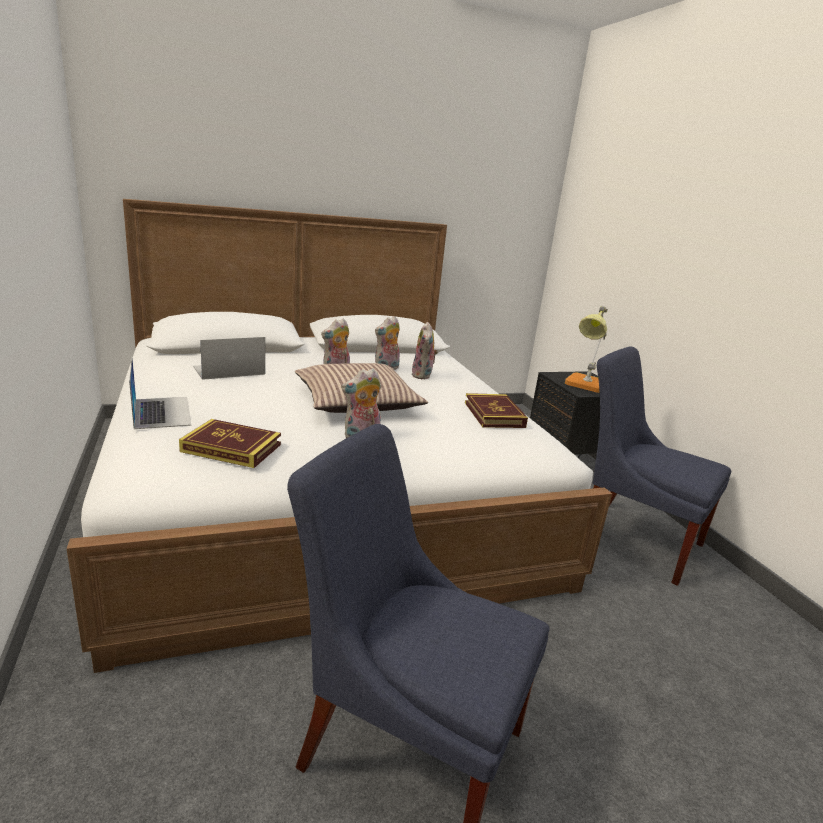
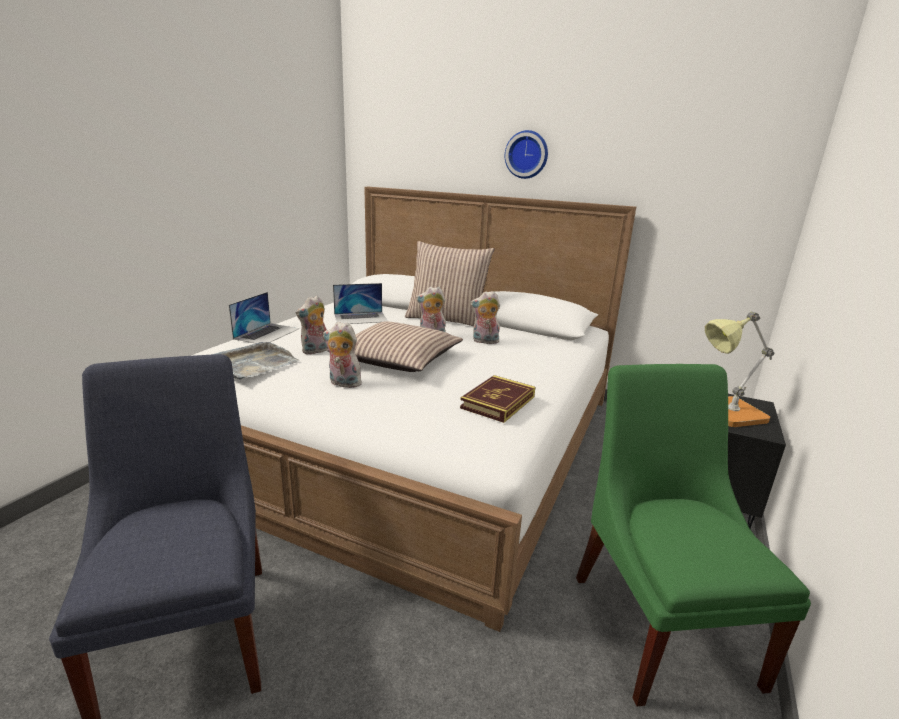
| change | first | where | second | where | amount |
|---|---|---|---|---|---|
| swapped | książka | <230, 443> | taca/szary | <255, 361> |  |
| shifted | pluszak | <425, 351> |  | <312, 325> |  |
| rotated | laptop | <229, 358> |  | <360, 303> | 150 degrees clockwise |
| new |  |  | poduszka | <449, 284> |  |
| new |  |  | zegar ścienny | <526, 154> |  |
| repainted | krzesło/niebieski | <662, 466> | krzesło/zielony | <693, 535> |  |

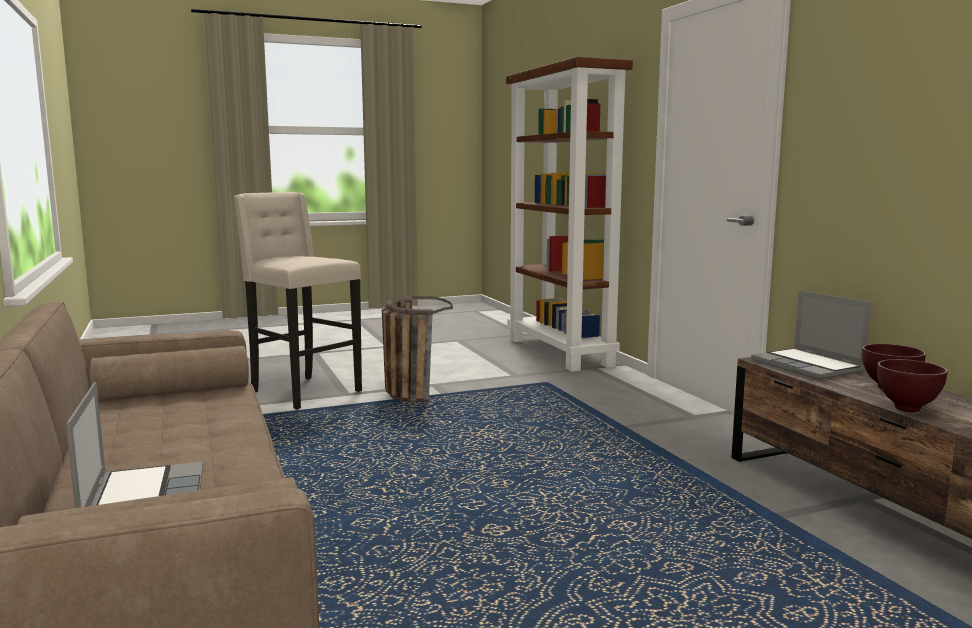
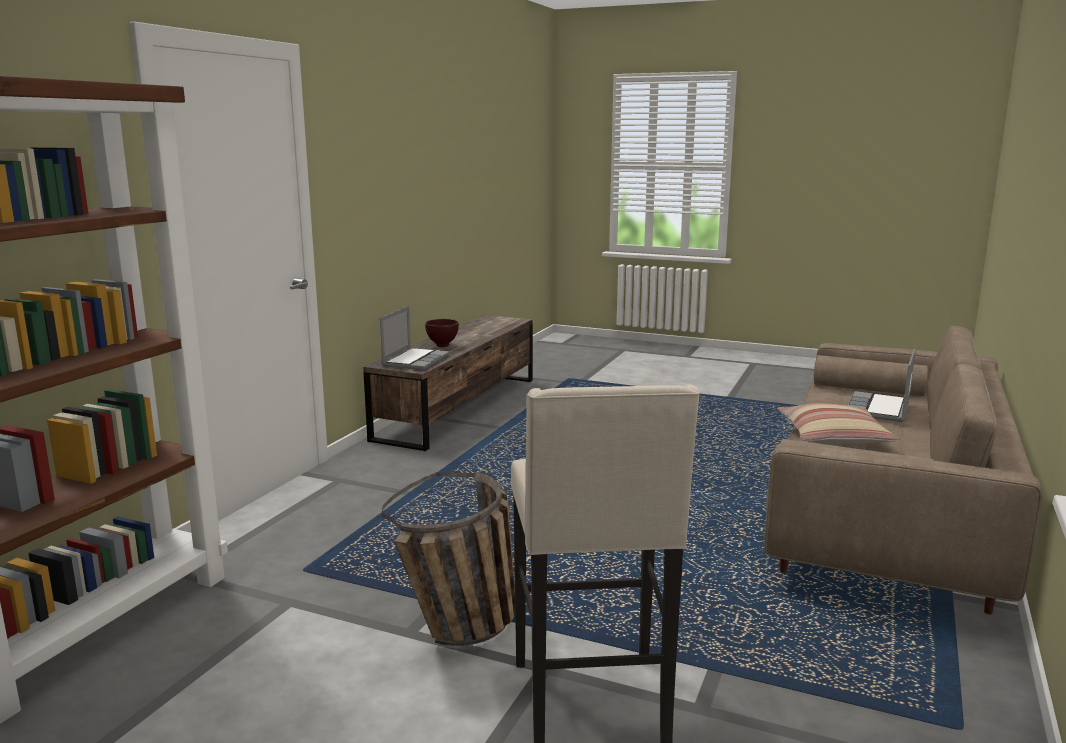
| change | first | where | second | where | amount |
|---|---|---|---|---|---|
| new |  |  | poduszka | <838, 424> |  |
| gone | miska/brązowy | <912, 385> |  |  |  |

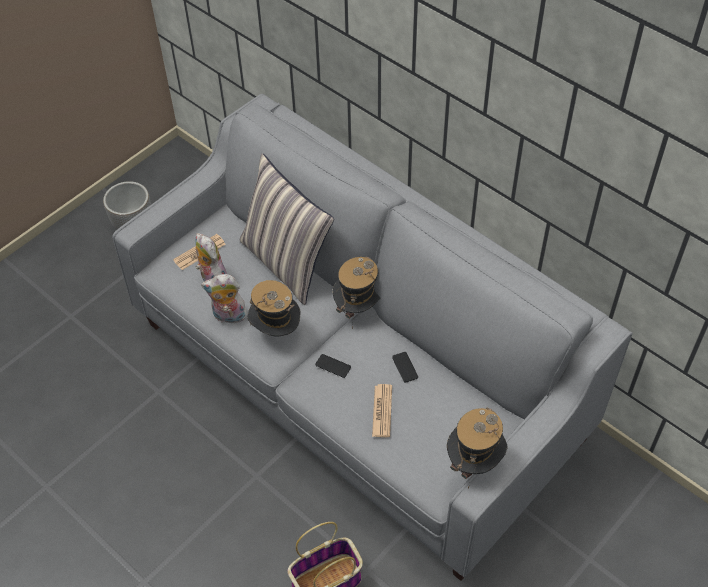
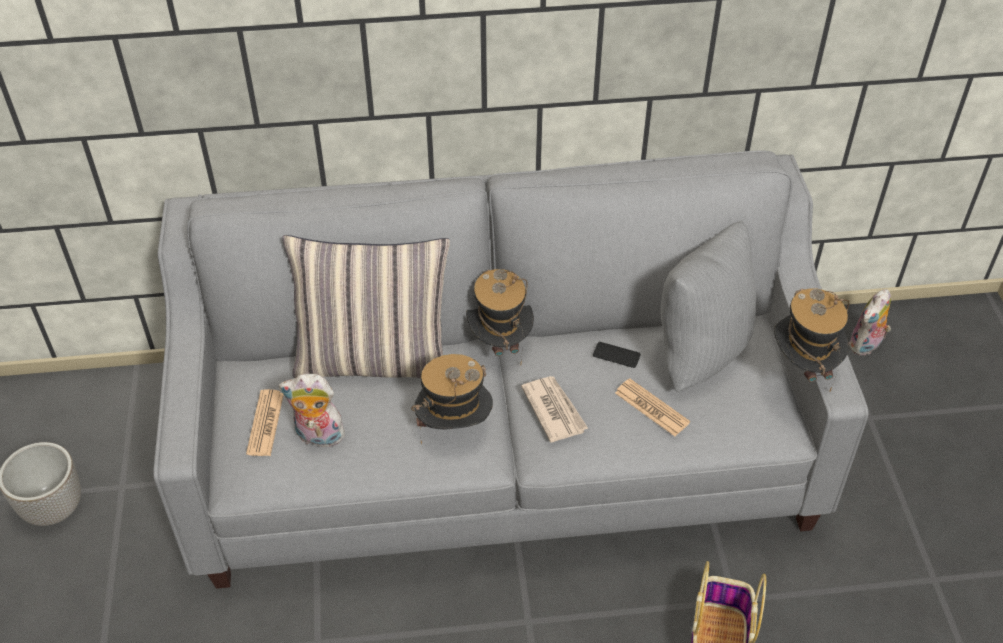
| change | first | where | second | where | amount |
|---|---|---|---|---|---|
| swapped | telefon | <333, 366> | gazeta | <554, 409> |  |
| new |  |  | poduszka/szary | <708, 306> |  |
| shifted | pluszak | <225, 298> |  | <870, 322> |  |

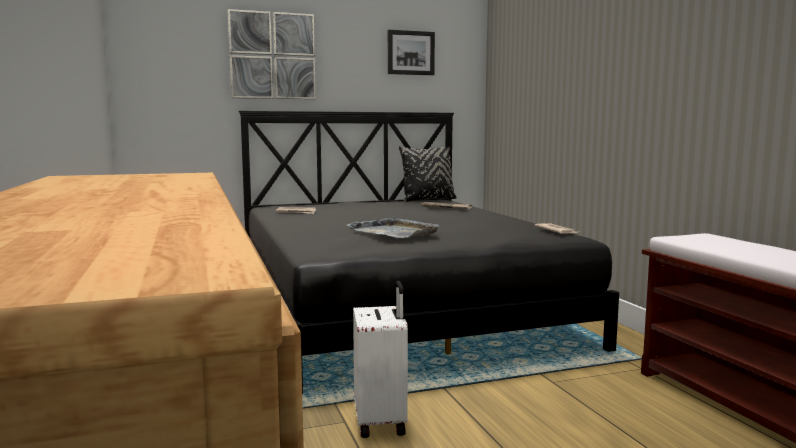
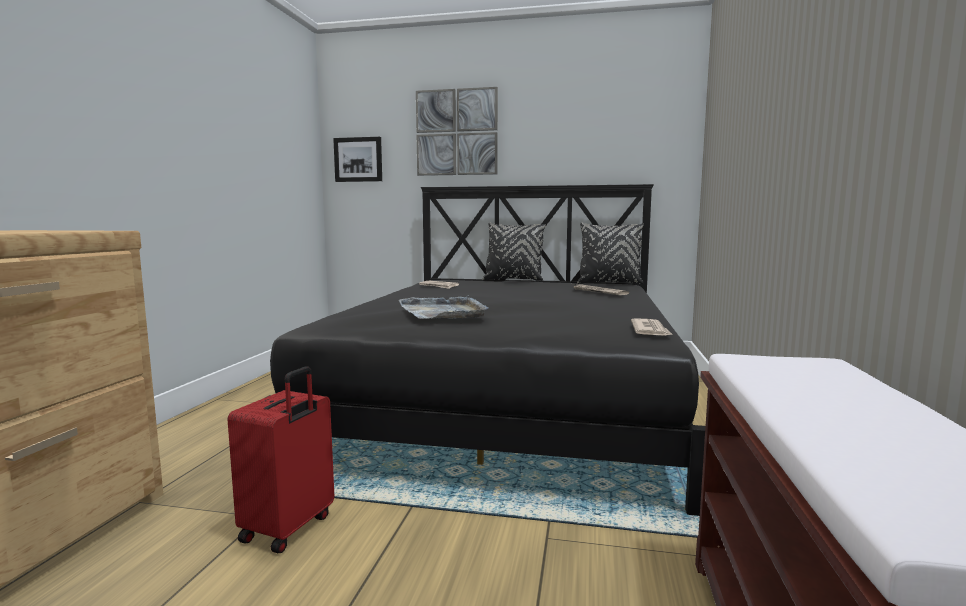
| change | first | where | second | where | amount |
|---|---|---|---|---|---|
| repainted | walizka/biały | <380, 359> | walizka/czerwony | <280, 459> |  |
| shifted | obraz | <411, 52> |  | <357, 159> |  |
| new |  |  | poduszka/czarny | <514, 251> |  |

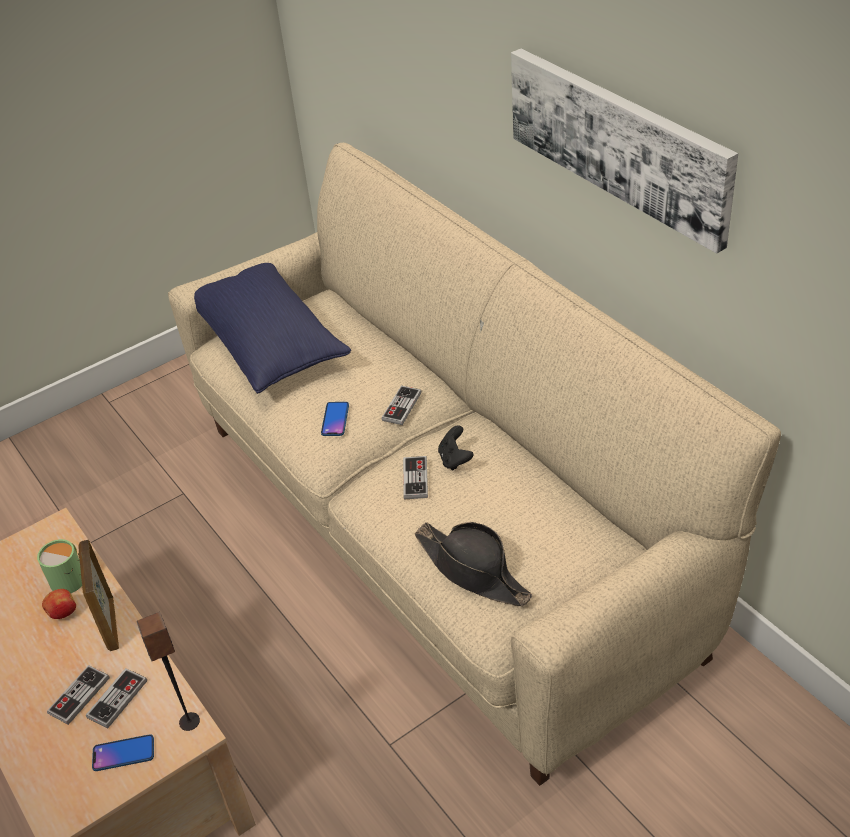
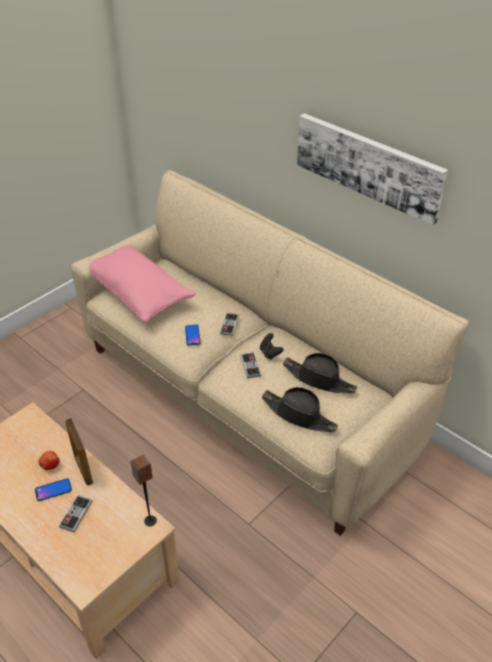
| change | first | where | second | where | amount |
|---|---|---|---|---|---|
| shifted | telefon | <123, 752> |  | <53, 489> |  |
| repainted | poduszka/niebieski | <272, 328> | poduszka/różowy | <142, 283> |  |
| new |  |  | kapelusz/czarny | <320, 373> |  |
| gone | kubek/zielony | <59, 566> |  |  |  |
| gone | pad do gier | <116, 698> |  |  |  |

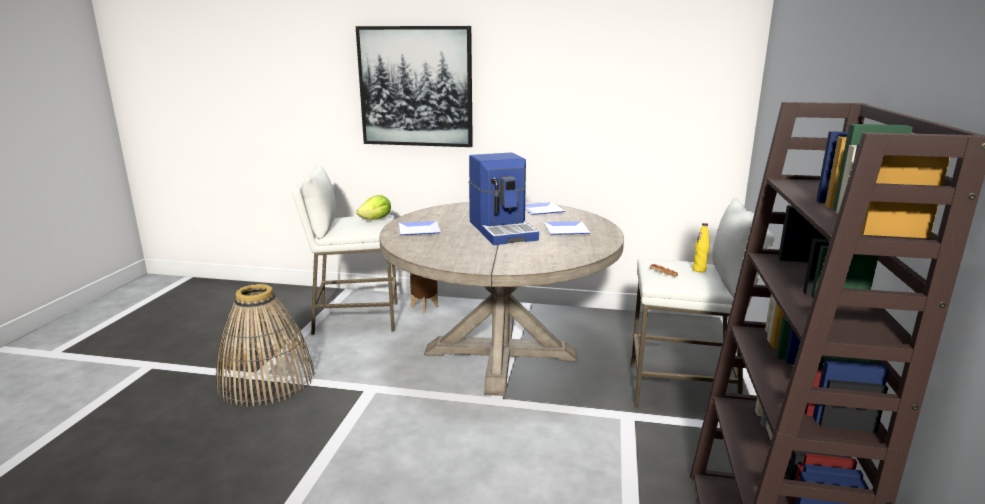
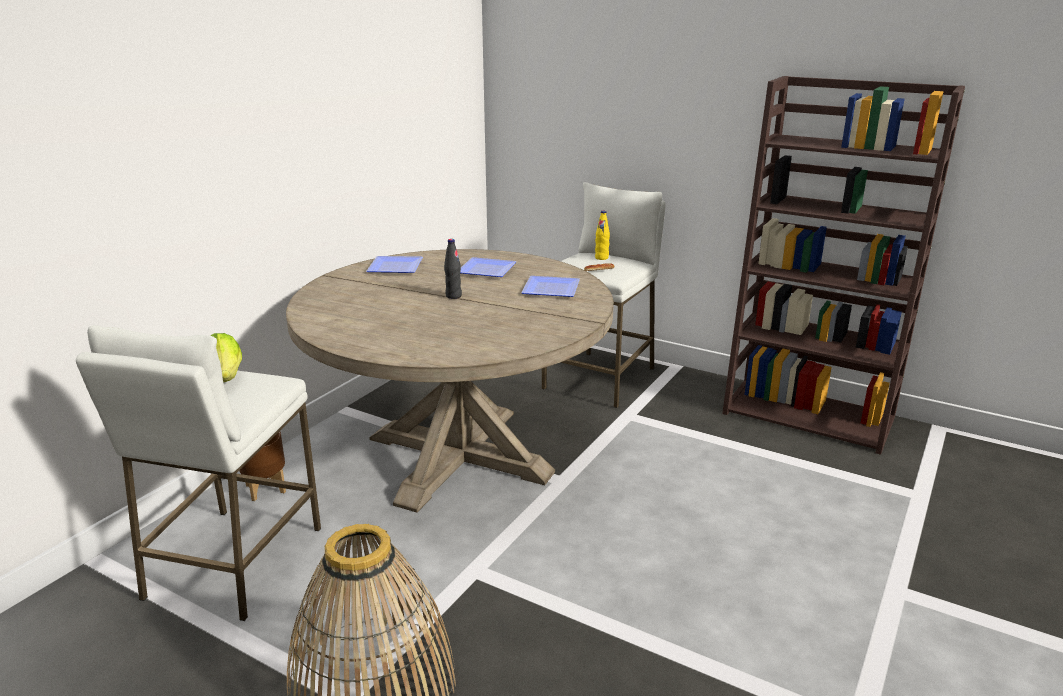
| change | first | where | second | where | amount |
|---|---|---|---|---|---|
| swapped | ekspres do kawy | <504, 198> | butelka/czarny | <453, 269> |  |
| shifted | talerz | <419, 228> |  | <550, 286> |  |
| gone | obraz | <414, 86> |  |  |  |

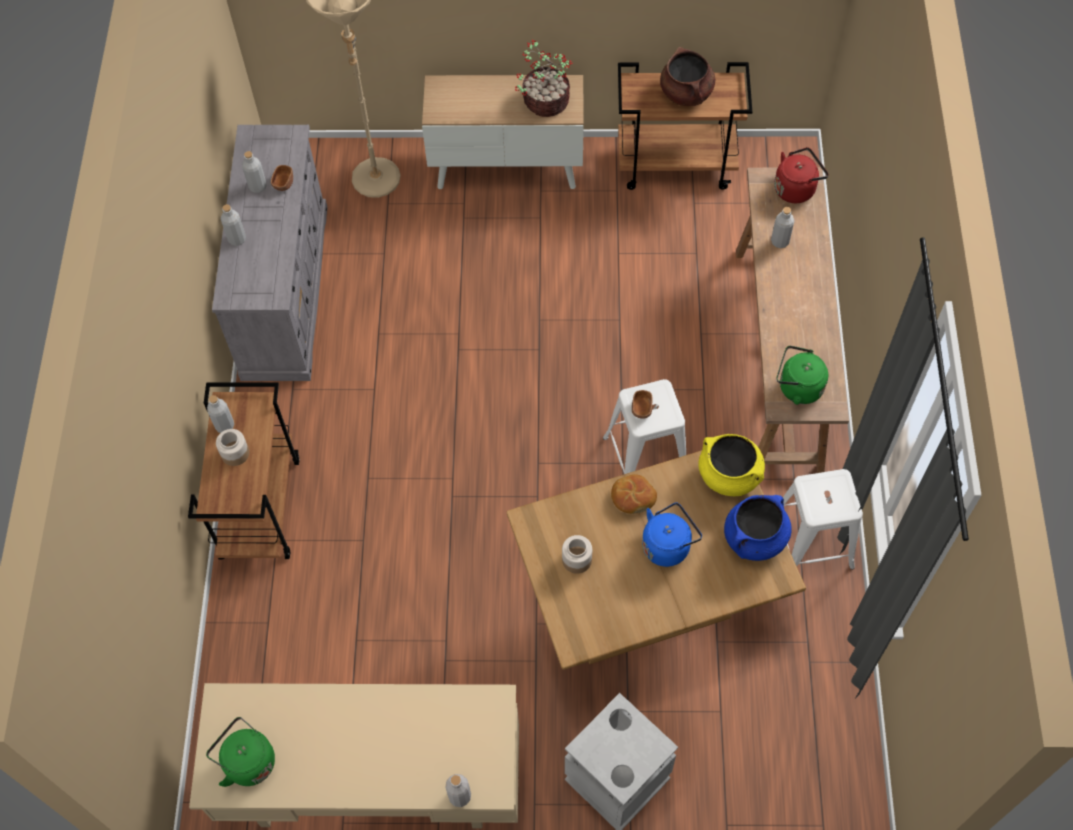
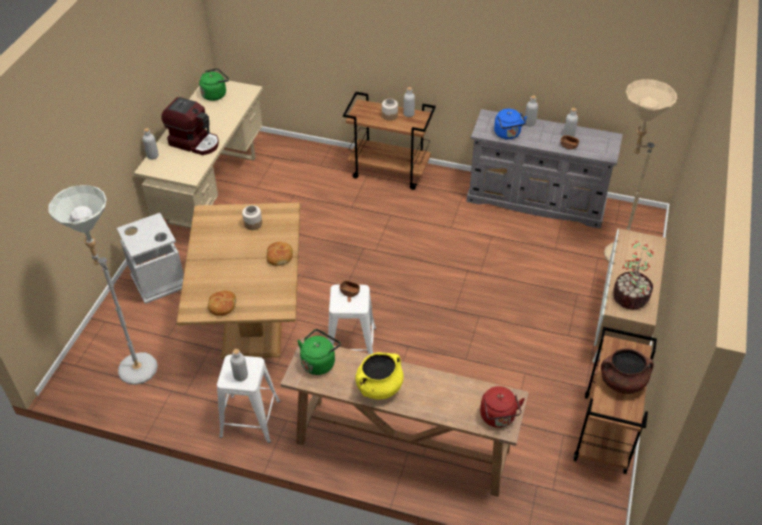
| change | first | where | second | where | amount |
|---|---|---|---|---|---|
| new |  |  | lampa stojąca/szary | <103, 285> |  |
| new |  |  | ekspres do kawy | <190, 126> |  |
| swapped | garnek/niebieski | <758, 528> | chleb | <222, 303> |  |
| shifted | butelka/szary | <782, 227> |  | <239, 365> |  |
| shifted | garnek/żółty | <732, 465> |  | <379, 376> |  |
| shifted | czajnik/niebieski | <672, 534> |  | <510, 124> |  |

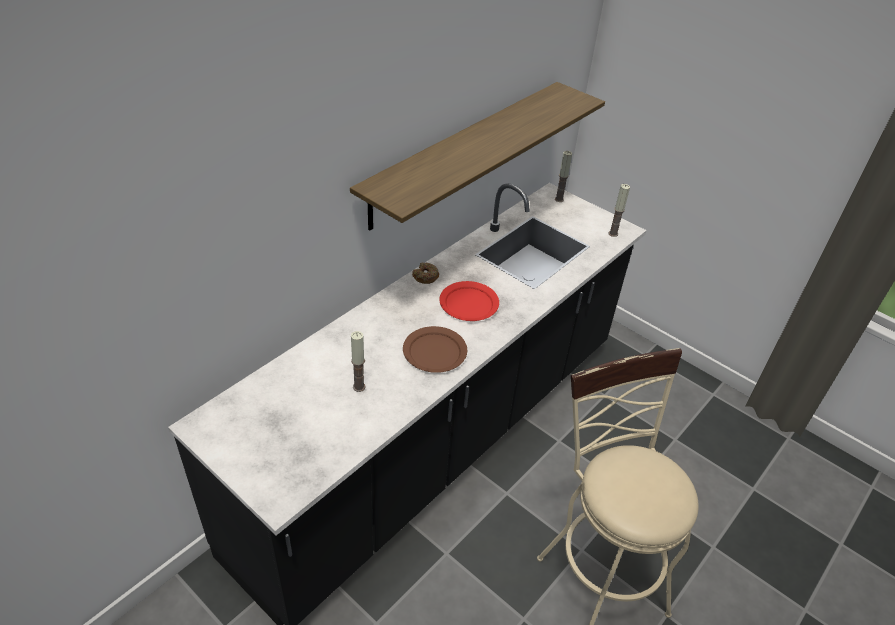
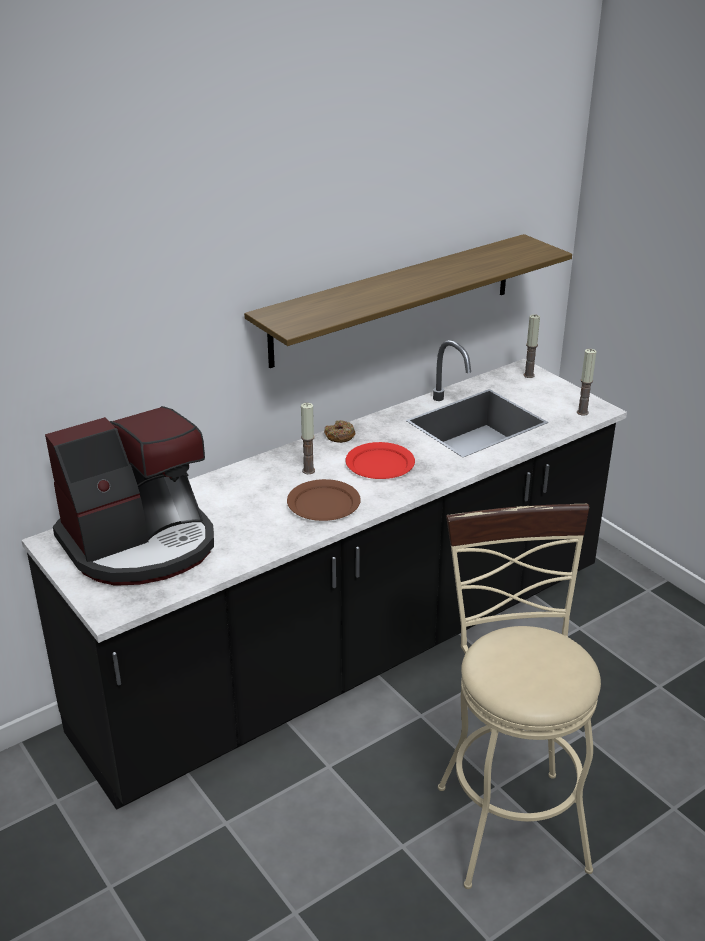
| change | first | where | second | where | amount |
|---|---|---|---|---|---|
| new |  |  | ekspres do kawy | <129, 496> |  |
| shifted | świeca | <358, 361> |  | <308, 438> |  |

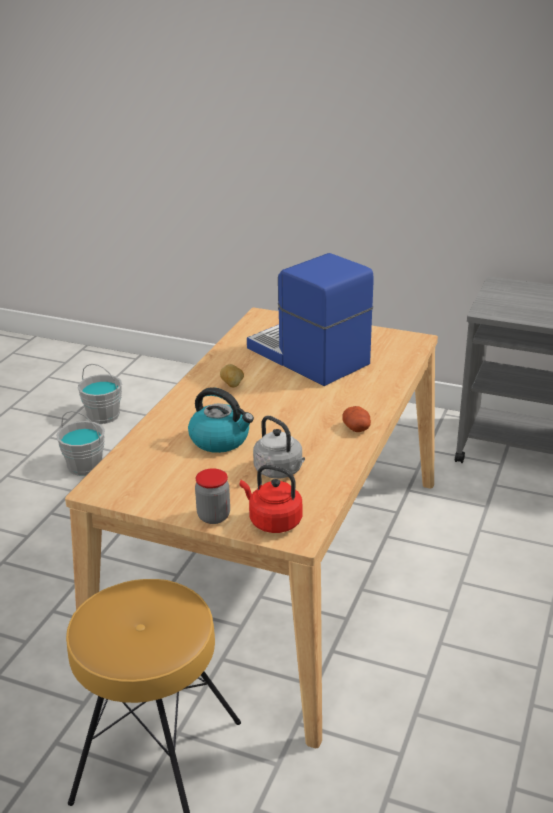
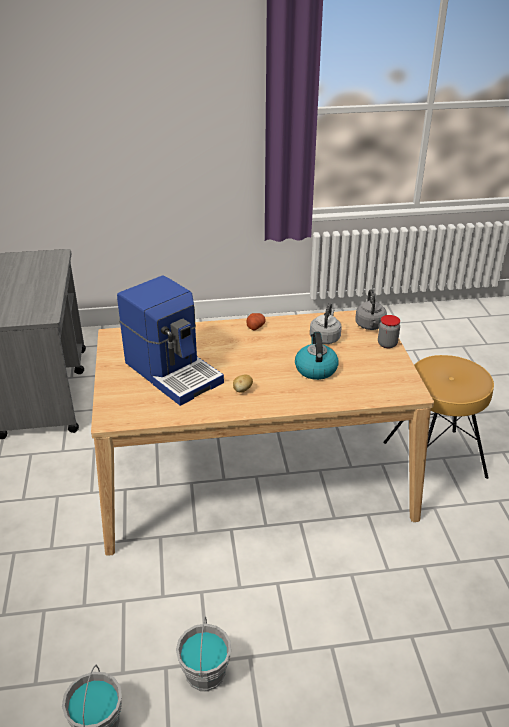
| change | first | where | second | where | amount |
|---|---|---|---|---|---|
| rotated | ekspres do kawy | <310, 319> |  | <170, 340> | 60 degrees counterclockwise |
| repainted | czajnik/czerwony | <271, 499> | czajnik/szary | <371, 309> |  |

